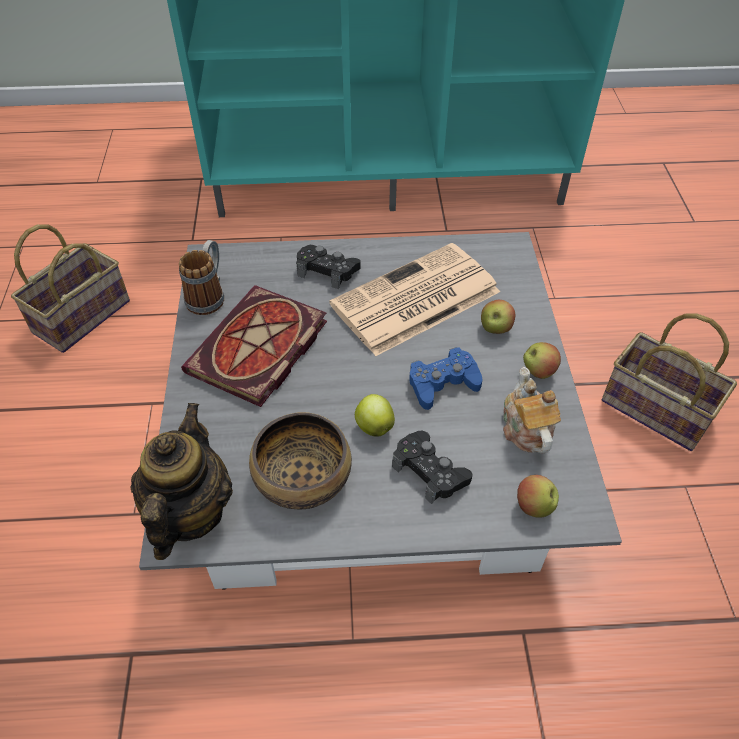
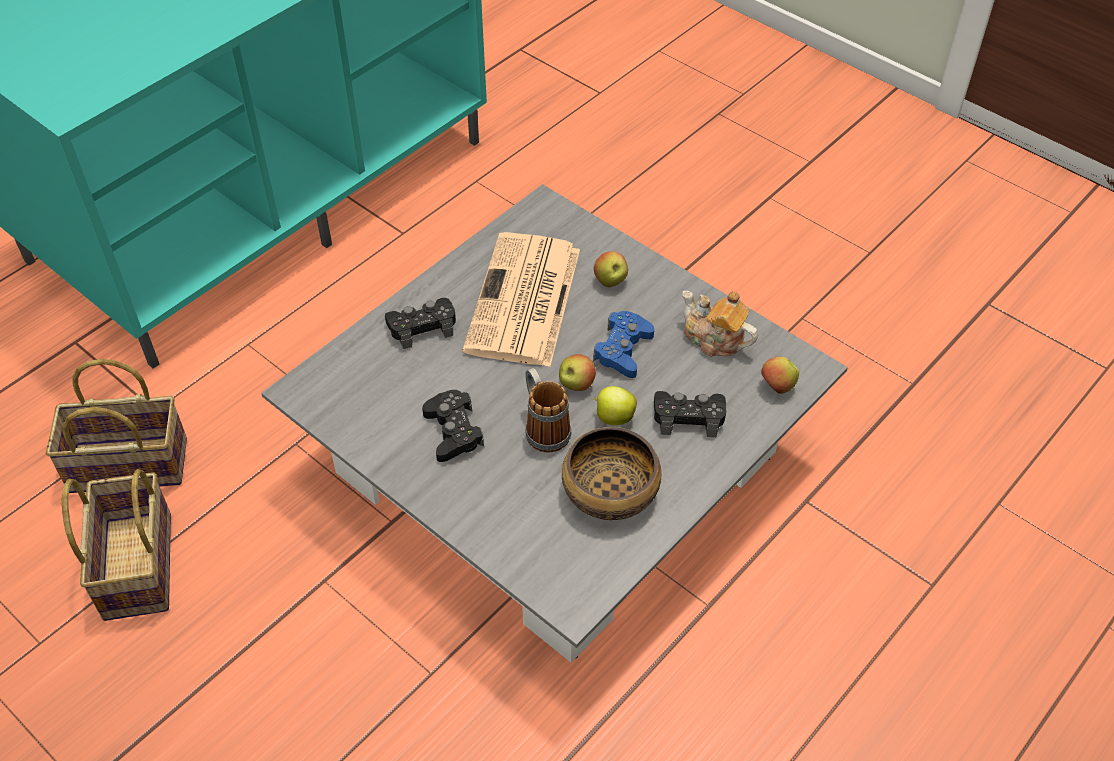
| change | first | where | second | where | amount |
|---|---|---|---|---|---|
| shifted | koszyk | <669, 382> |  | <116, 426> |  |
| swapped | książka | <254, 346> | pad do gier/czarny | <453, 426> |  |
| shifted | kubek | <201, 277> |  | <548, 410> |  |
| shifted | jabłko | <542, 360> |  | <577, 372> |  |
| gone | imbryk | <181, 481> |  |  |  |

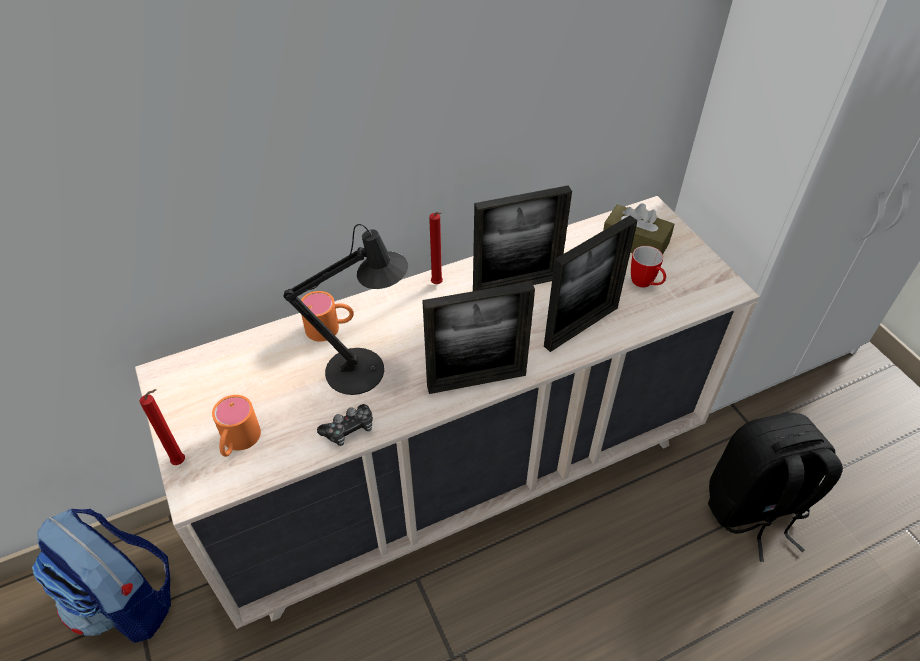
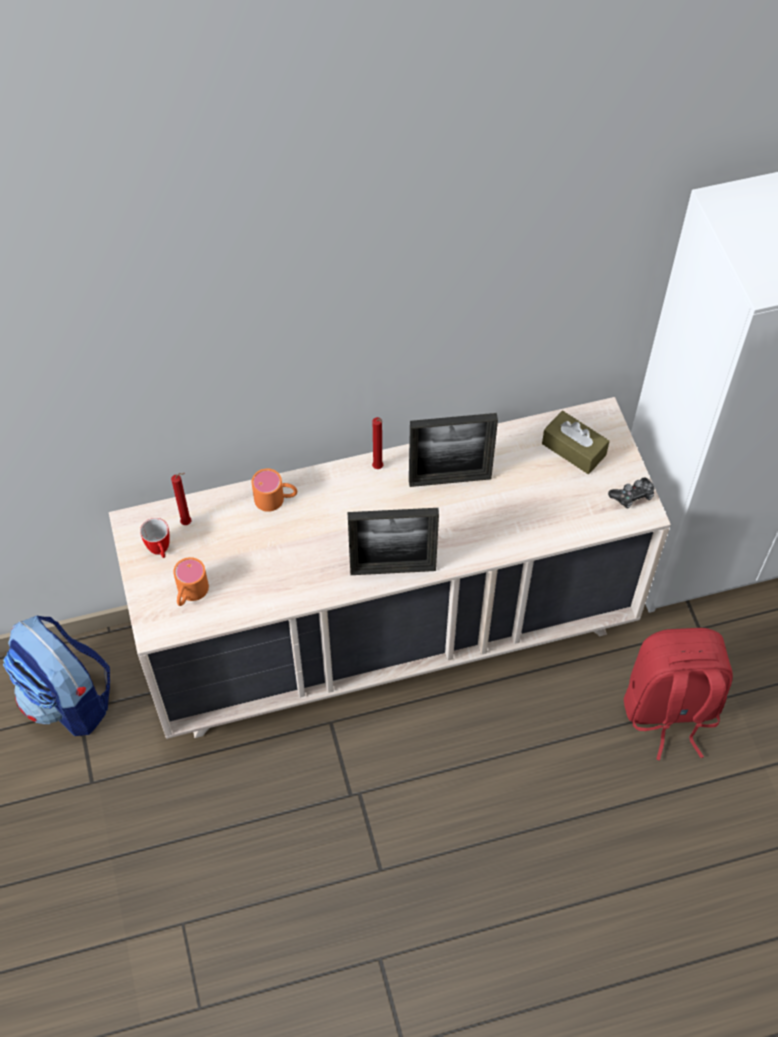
| change | first | where | second | where | amount |
|---|---|---|---|---|---|
| shifted | kubek | <648, 267> |  | <155, 538> |  |
| shifted | świeca/czerwony | <162, 427> |  | <181, 499> |  |
| shifted | pad do gier | <345, 425> |  | <631, 492> |  |
| repainted | plecak/czarny | <775, 487> | plecak/czerwony | <678, 694> |  |
| gone | lampa stołowa/czarny | <346, 309> |  |  |  |
| gone | ramka na zdjęcie | <591, 283> |  |  |  |

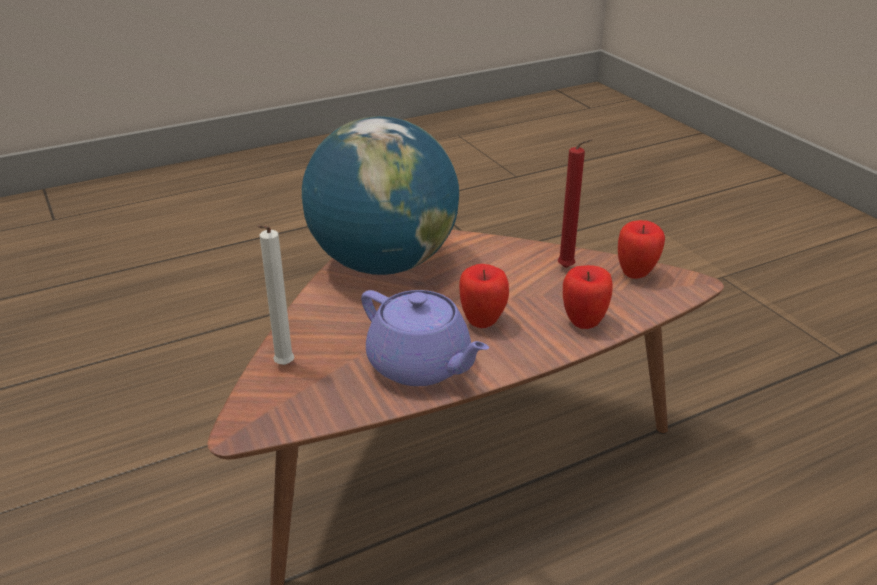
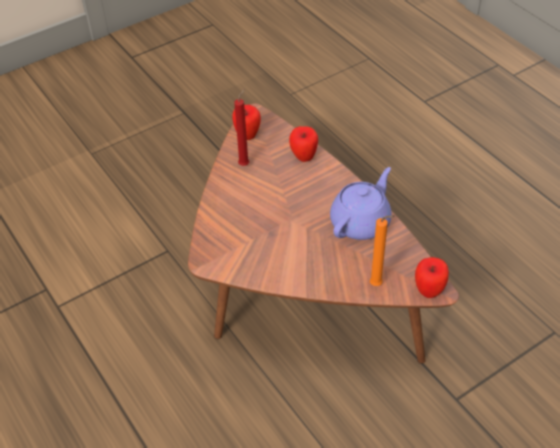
| change | first | where | second | where | amount |
|---|---|---|---|---|---|
| repainted | świeca/biały | <275, 295> | świeca/pomarańczowy | <382, 250> |  |
| shifted | jabłko | <484, 296> |  | <432, 277> |  |
| gone | globus | <380, 195> |  |  |  |

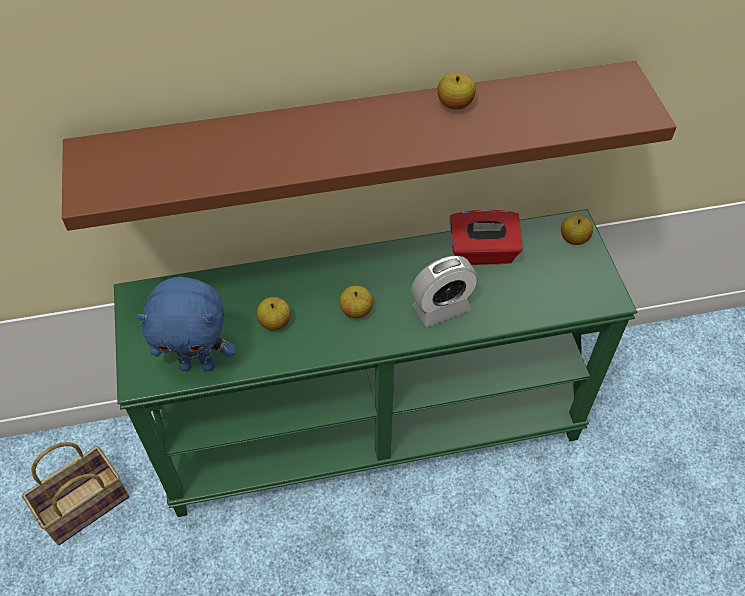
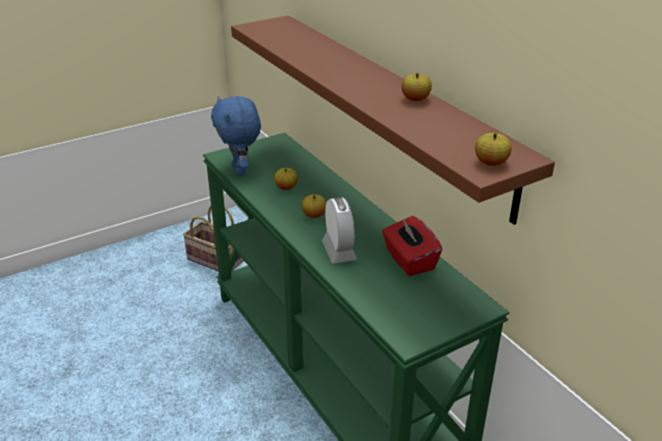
| change | first | where | second | where | amount |
|---|---|---|---|---|---|
| rotated | budzik | <444, 291> |  | <339, 230> | 150 degrees counterclockwise |
| shifted | jabłko | <577, 229> |  | <493, 149> |  |

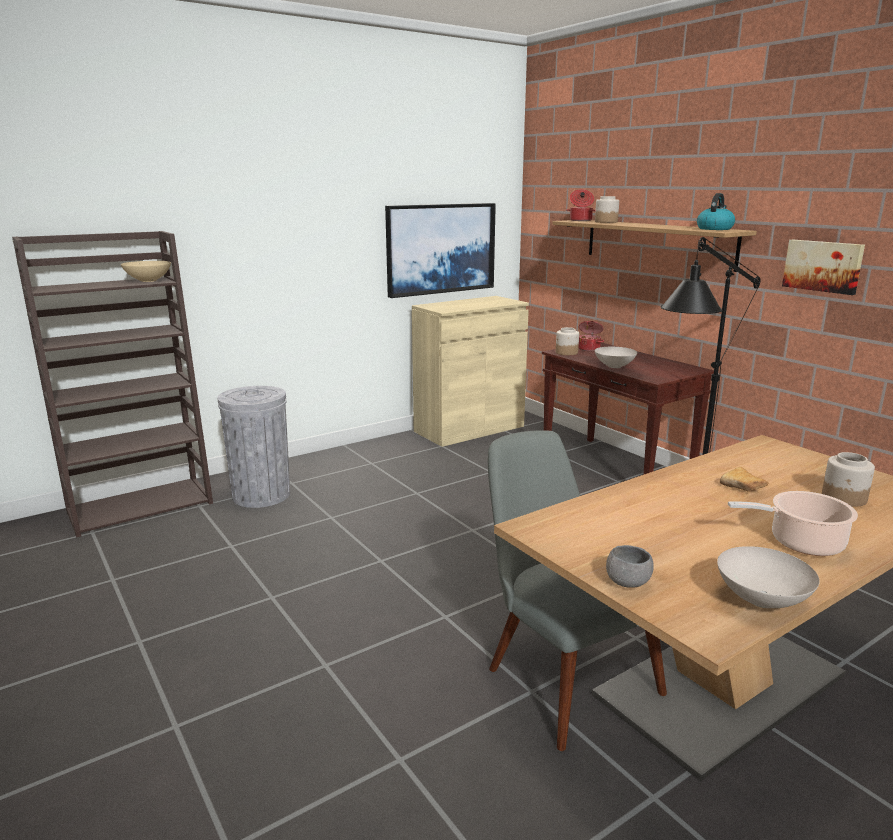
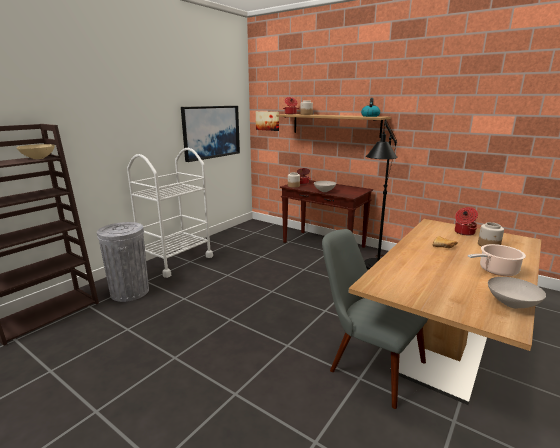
| change | first | where | second | where | amount |
|---|---|---|---|---|---|
| new |  |  | wózek/biały | <170, 213> |  |
| shifted | obraz | <823, 267> |  | <267, 121> |  |
| new |  |  | garnek | <466, 221> |  |
| gone | szafka/beżowy | <470, 371> |  |  |  |
| gone | miska/szary | <630, 566> |  |  |  |

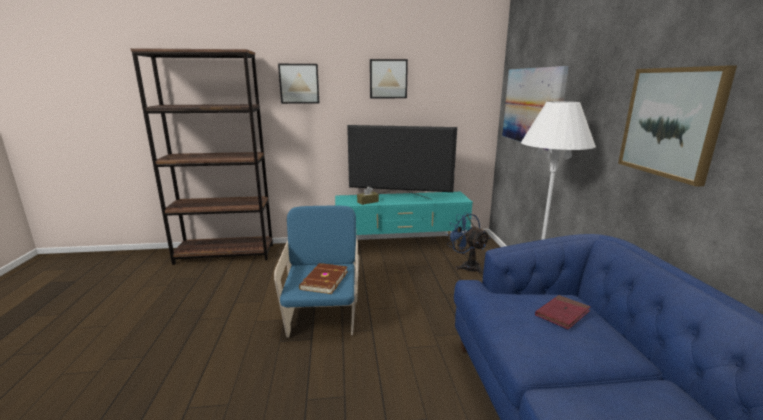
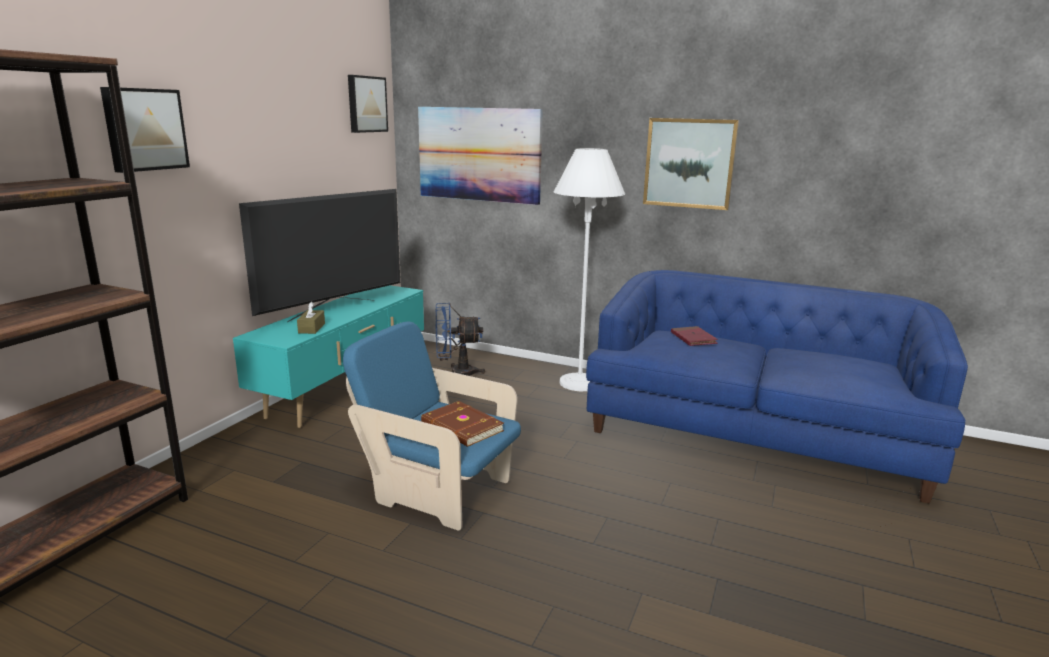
| change | first | where | second | where | amount |
|---|---|---|---|---|---|
| shifted | obraz | <389, 78> |  | <368, 104> |  |

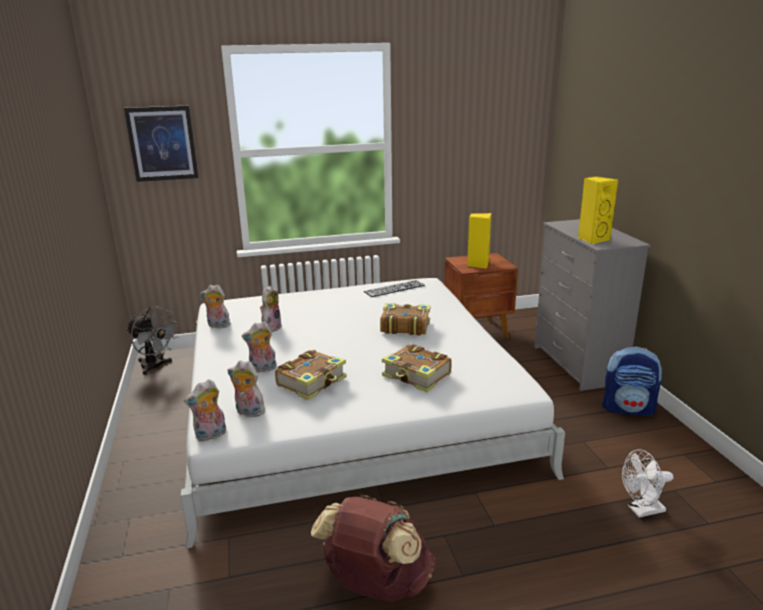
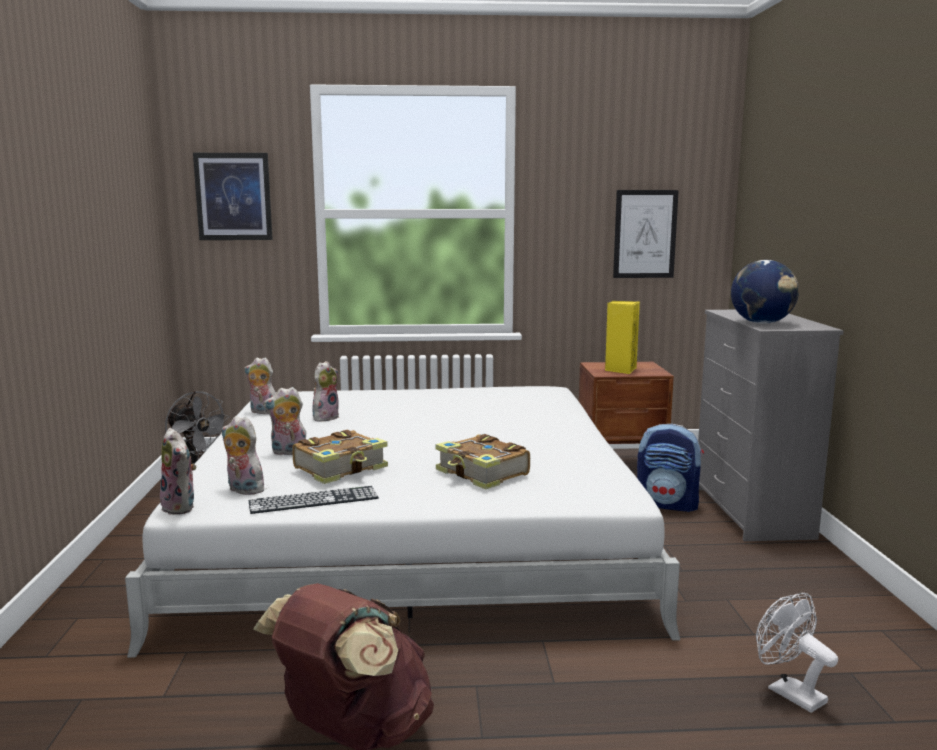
| change | first | where | second | where | amount |
|---|---|---|---|---|---|
| rotated | pluszak | <205, 410> |  | <178, 471> | 105 degrees counterclockwise |
| shifted | klawiatura | <394, 288> |  | <314, 500> |  |
| new |  |  | obraz | <646, 234> |  |
| shifted | plecak | <632, 381> |  | <670, 468> |  |
| swapped | głośnik/żółty | <598, 210> | globus | <765, 292> |  |
| rotated | wentylator/biały | <647, 483> |  | <797, 653> | 60 degrees clockwise |
| gone | książka | <405, 319> |  |  |  |

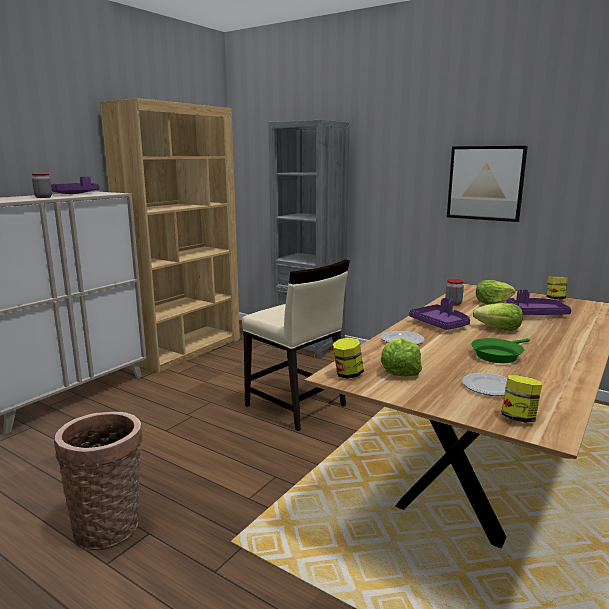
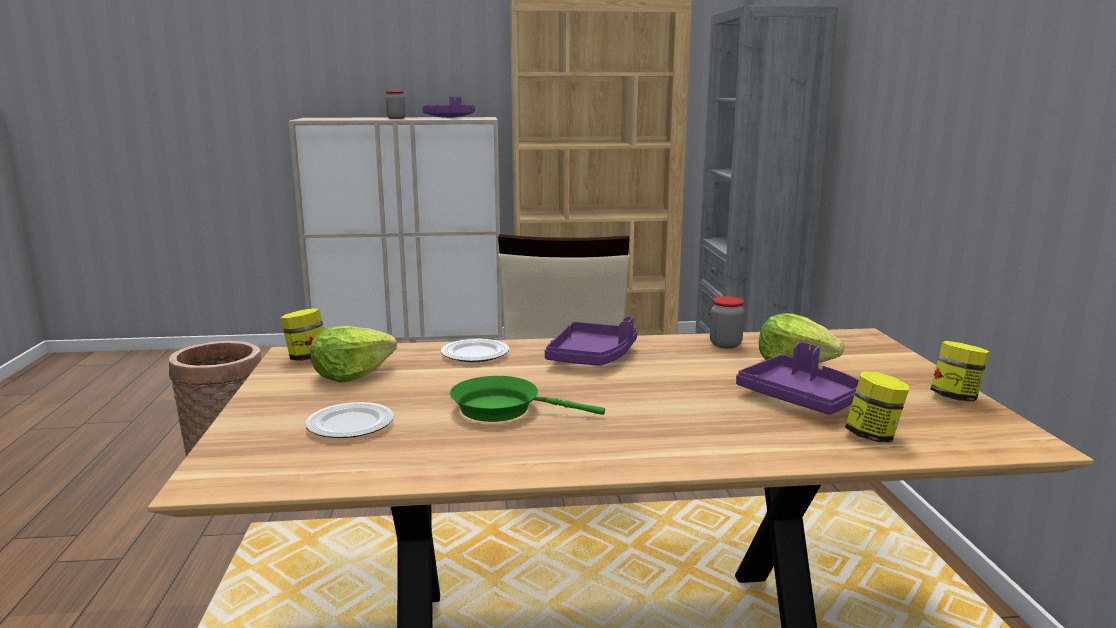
| change | first | where | second | where | amount |
|---|---|---|---|---|---|
| shifted | słoik | <521, 399> |  | <877, 406> |  |
| gone | obraz | <487, 184> |  |  |  |
| gone | sałata | <498, 317> |  |  |  |

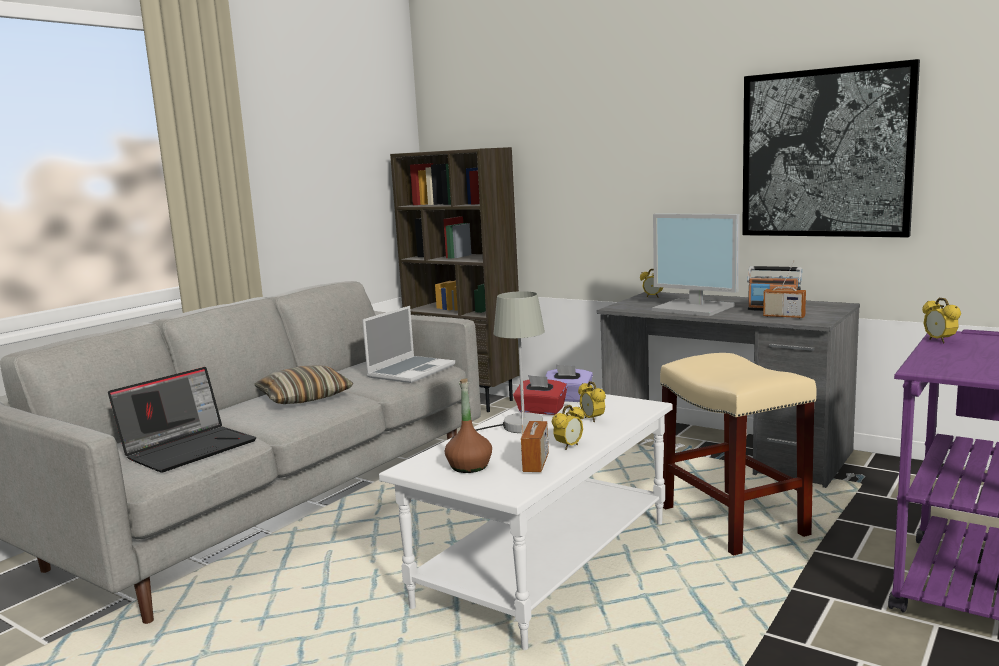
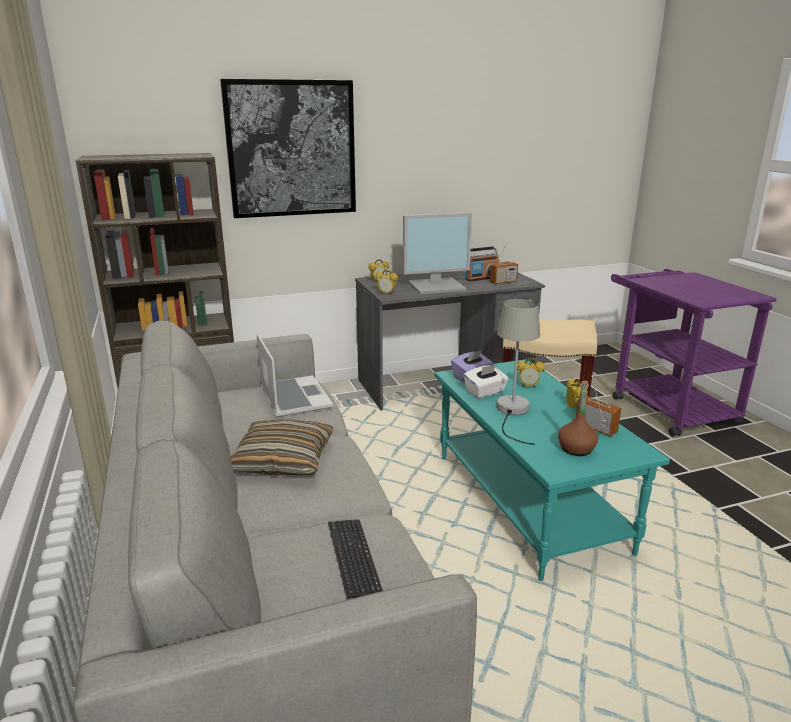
| change | first | where | second | where | amount |
|---|---|---|---|---|---|
| shifted | obraz | <831, 148> |  | <288, 148> |  |
| swapped | laptop | <182, 419> | klawiatura | <355, 559> |  |
| shifted | budzik | <941, 320> |  | <386, 282> |  |
| repainted | ława/biały | <526, 522> | ława/turkusowy | <552, 470> |  |
| repainted | pudełko chusteczek/czerwony | <540, 395> | pudełko chusteczek/biały | <486, 381> |  |

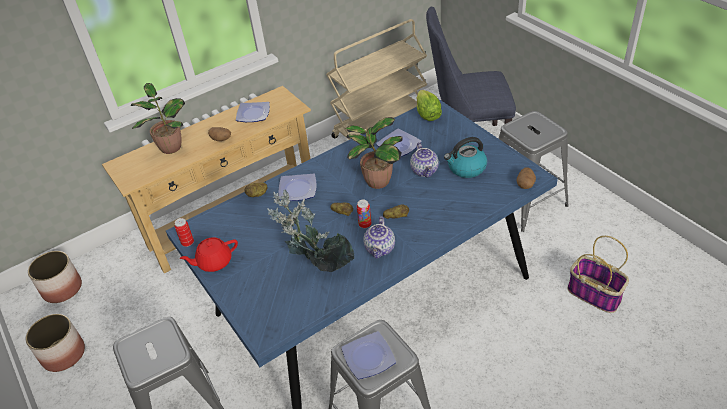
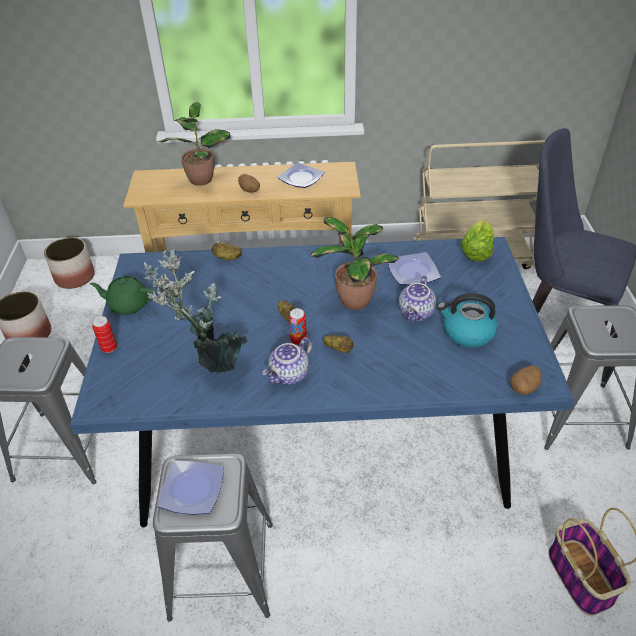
| change | first | where | second | where | amount |
|---|---|---|---|---|---|
| repainted | imbryk/czerwony | <209, 254> | imbryk/zielony | <122, 295> |  |
| shifted | puszka | <184, 232> |  | <104, 334> |  |
| gone | talerz | <298, 187> |  |  |  |

